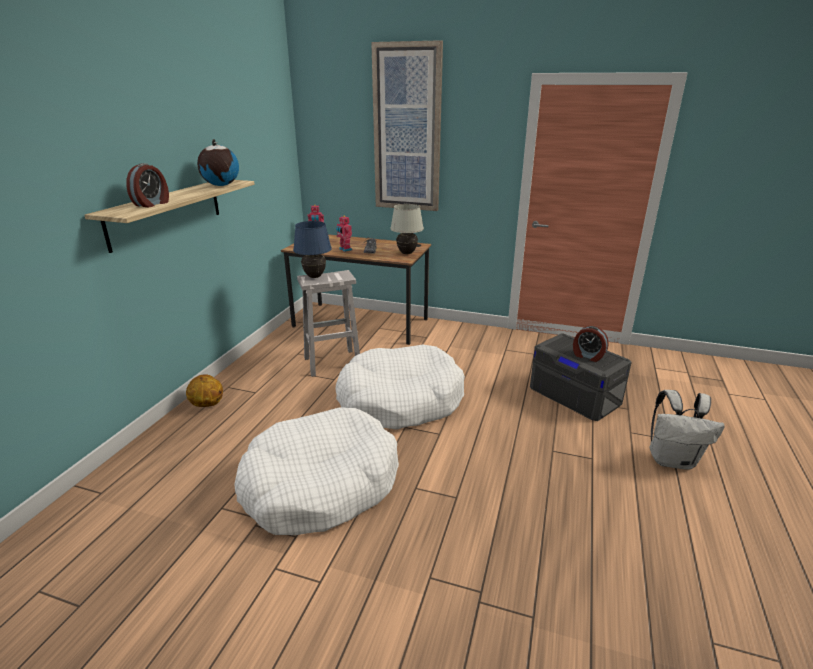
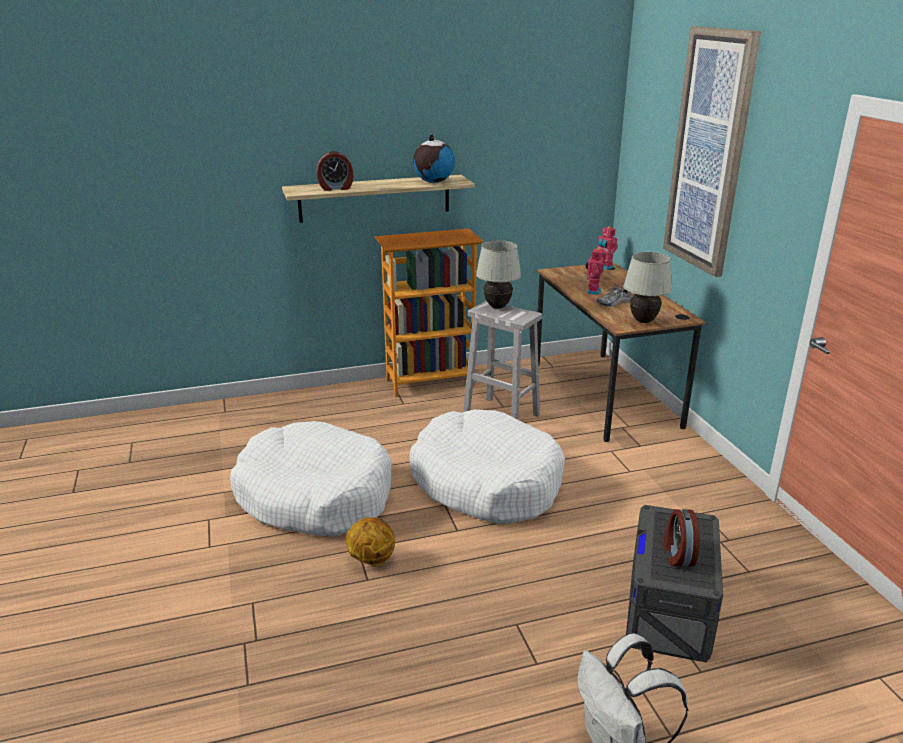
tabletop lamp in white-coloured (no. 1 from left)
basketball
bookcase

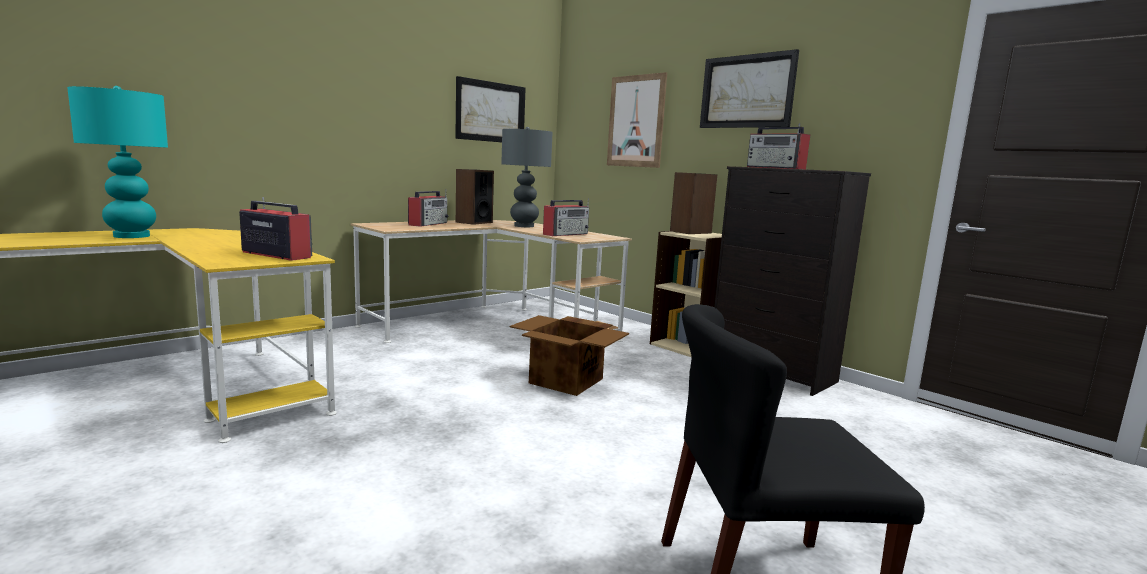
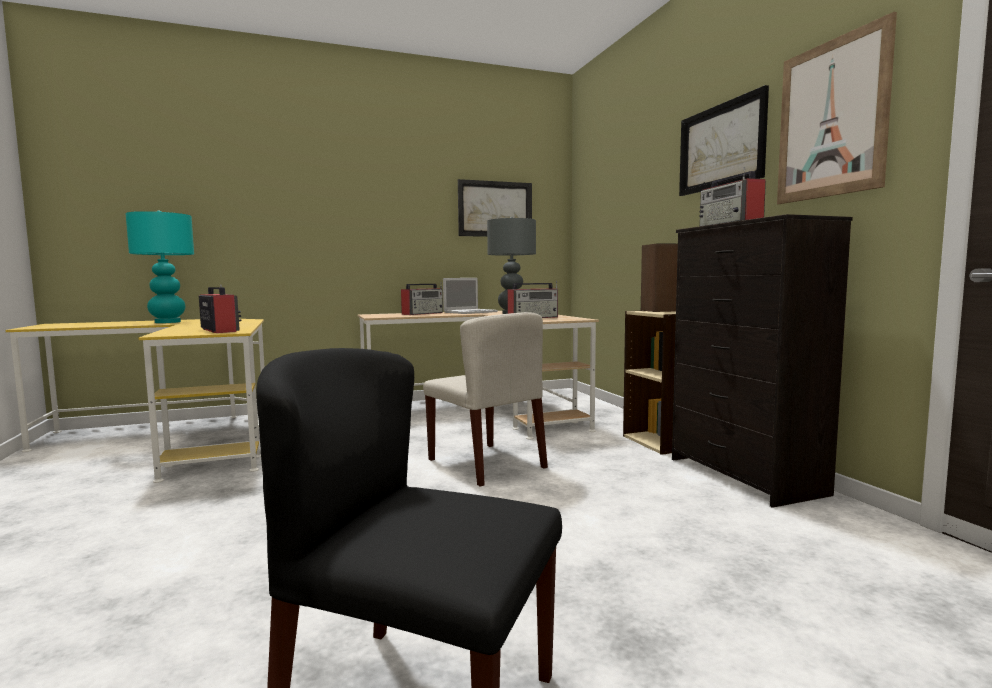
picture (no. 3 from left)
portable computer
plain chair in sand-coloured

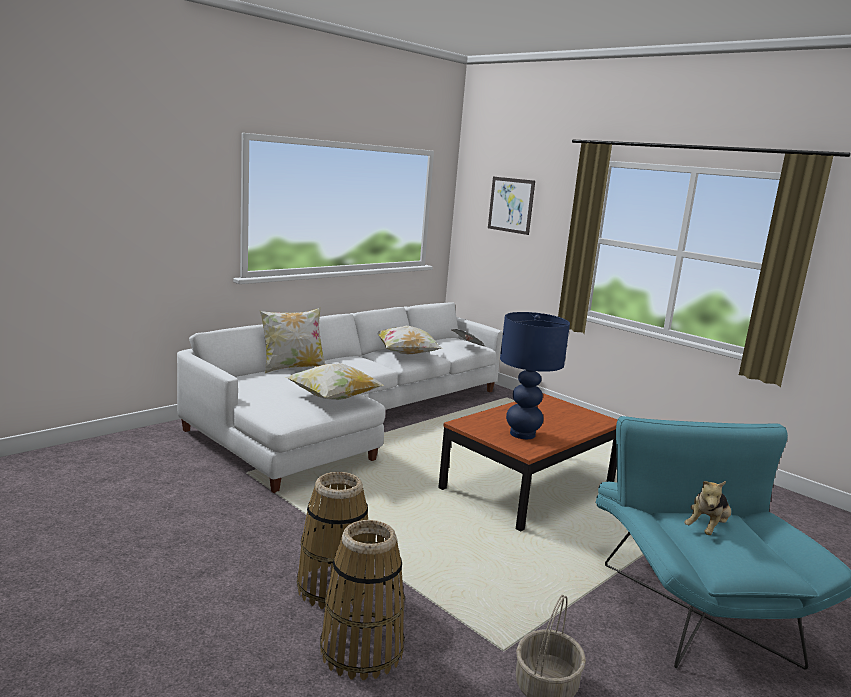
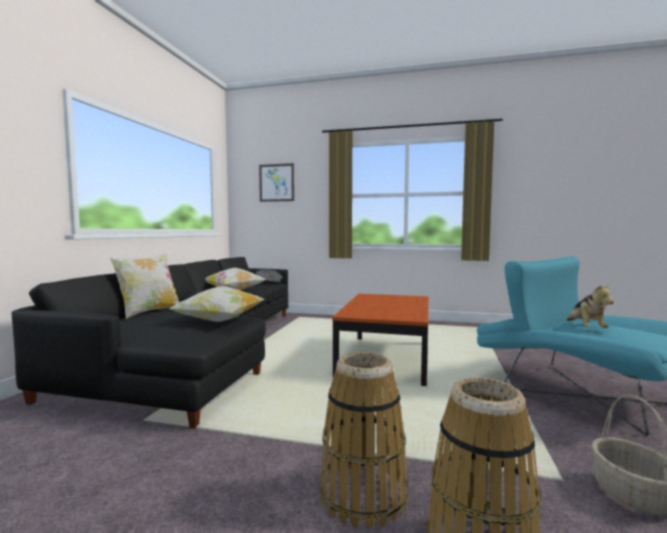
settee in blackish
tabletop lamp in bluish

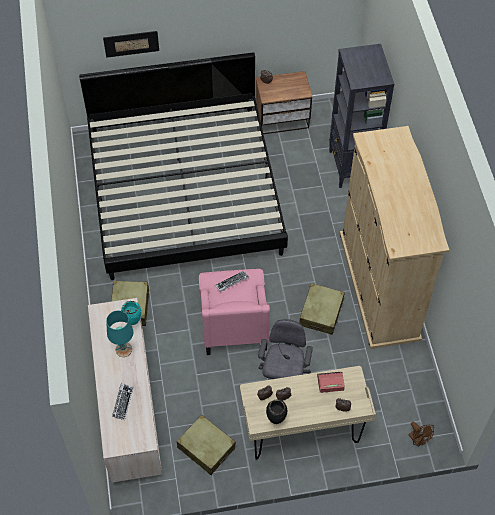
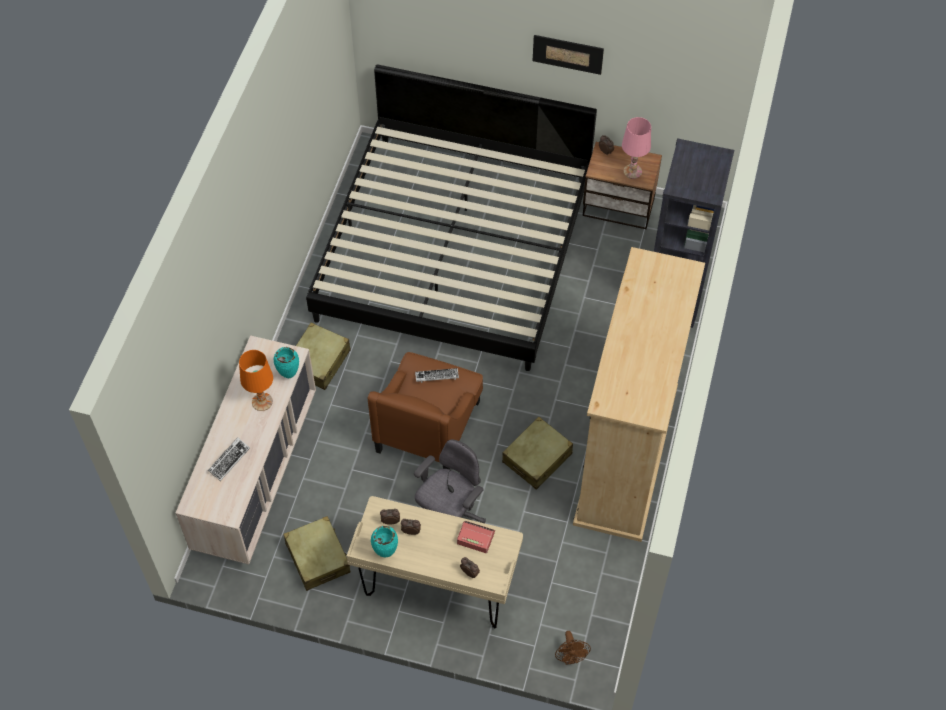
picture
easy chair in brown
tabletop lamp in orange
flower vase in turquoise-coloured (no. 2 from left)
tabletop lamp in pinkish

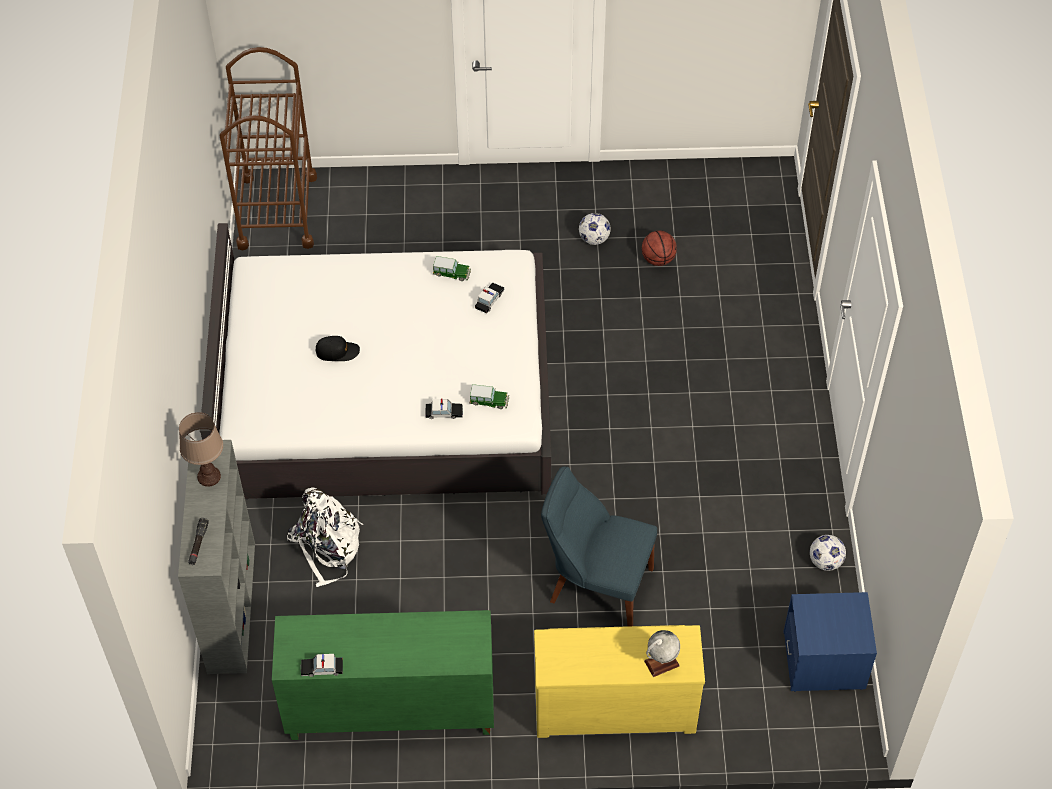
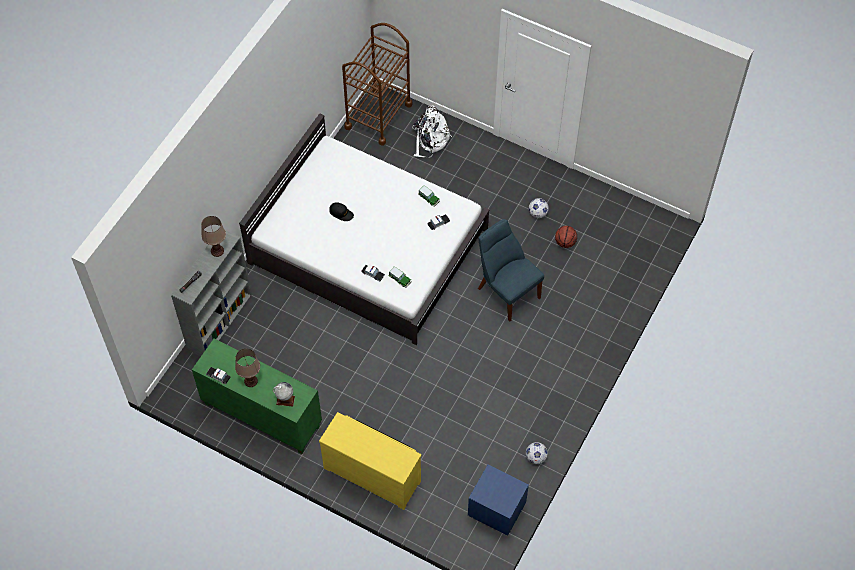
plain chair in bluish
backpack in white-coloured
world globe
tabletop lamp in brown (no. 2 from left)

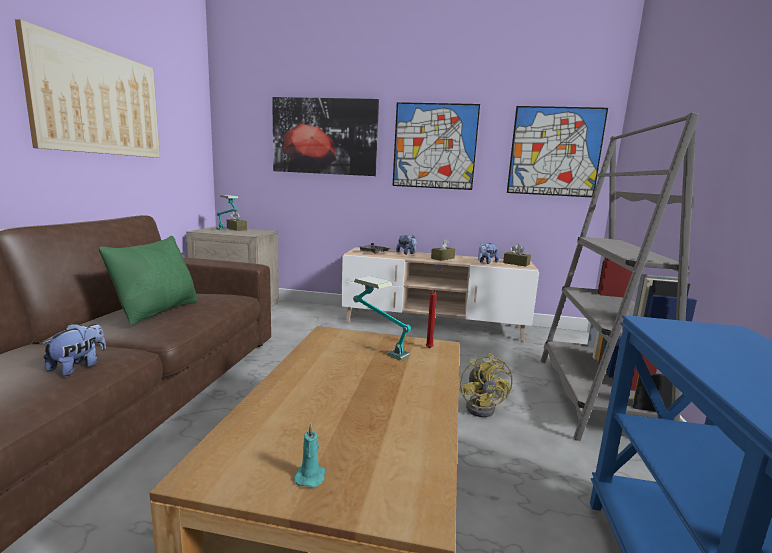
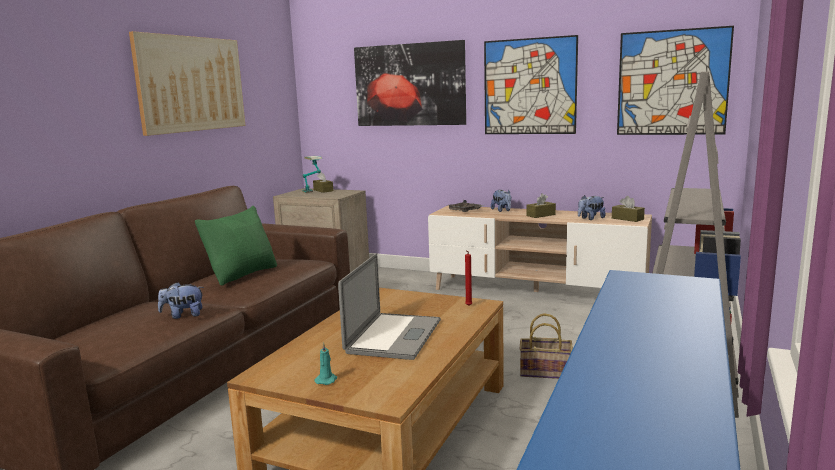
tabletop lamp (no. 2 from left in the first image)
plush toy (no. 1 from left)
basket
portable computer

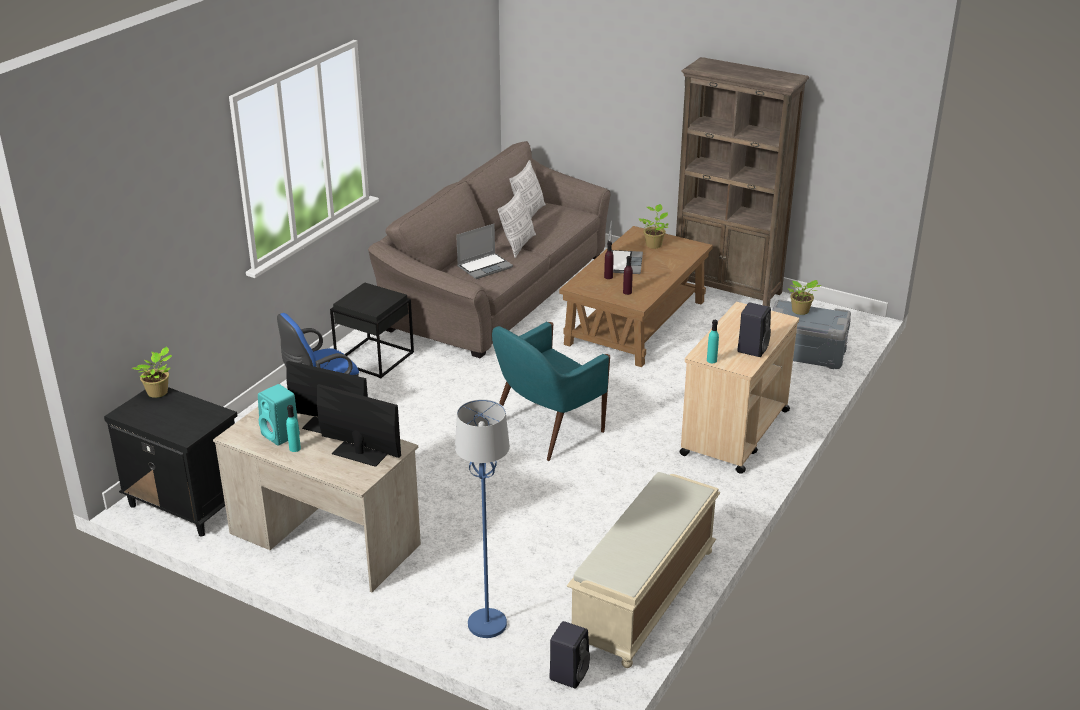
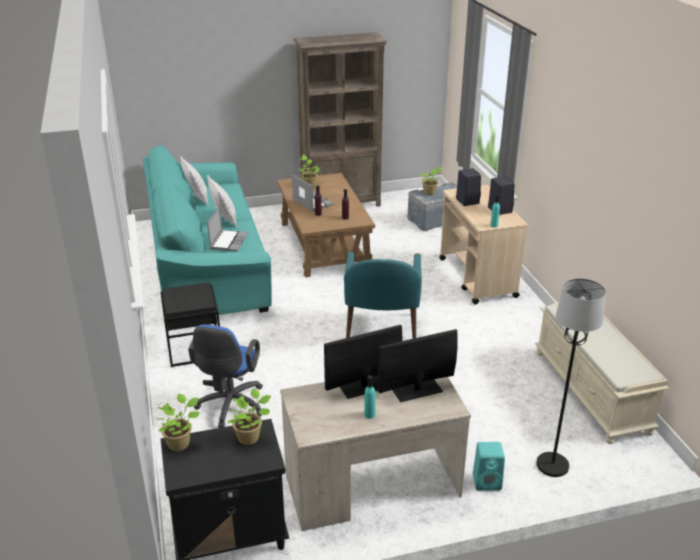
settee in turquoise-coloured
speaker in turquoise-coloured
standard lamp in blackish
speaker in blackish (no. 1 from left)
houseplant (no. 2 from left)

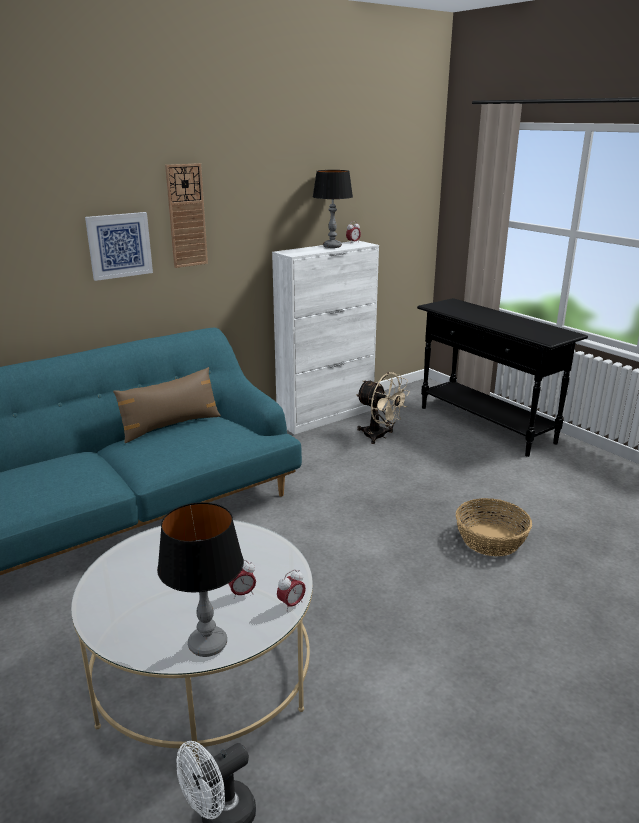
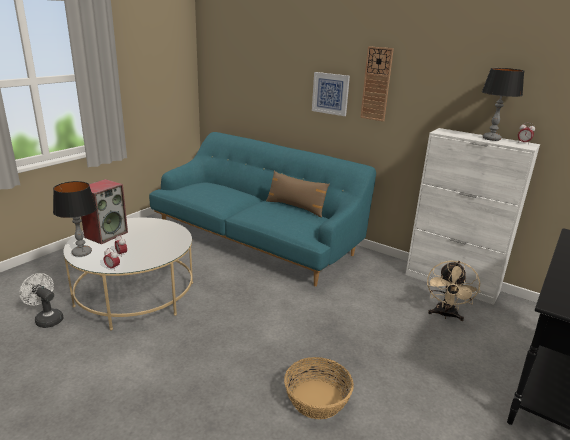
speaker

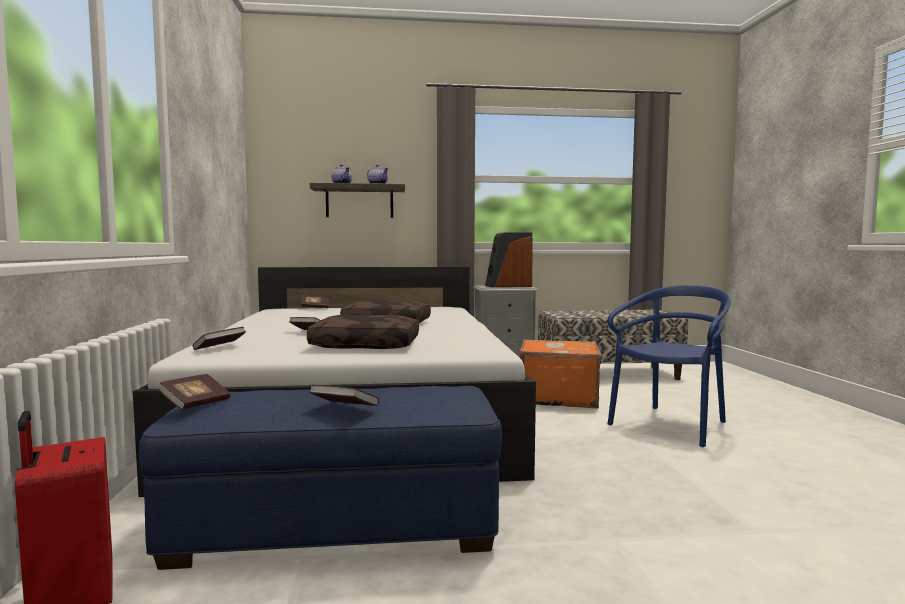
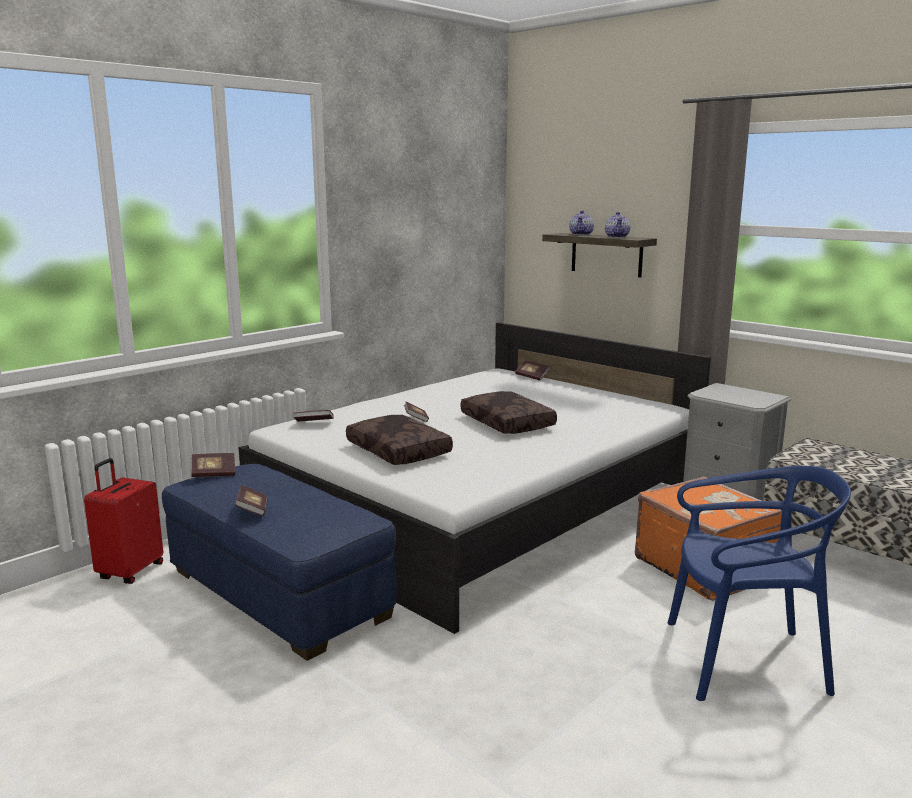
speaker

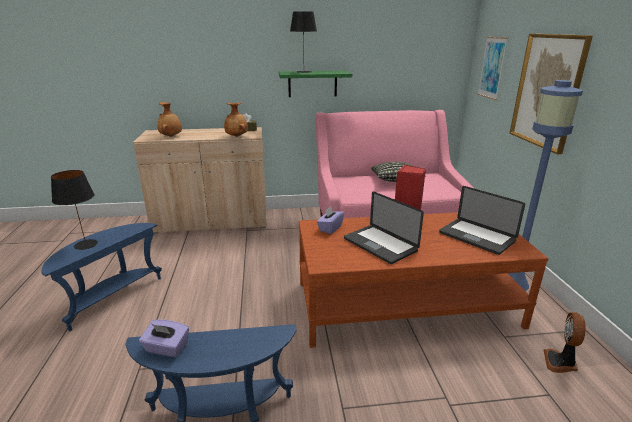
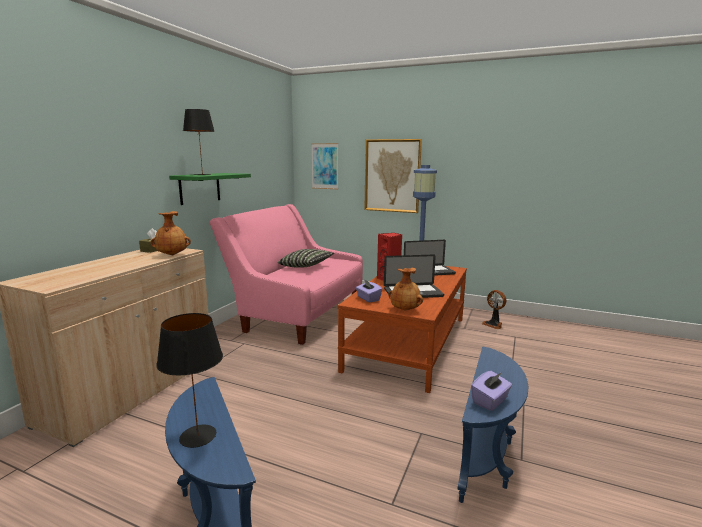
flower vase in brown (no. 2 from left)

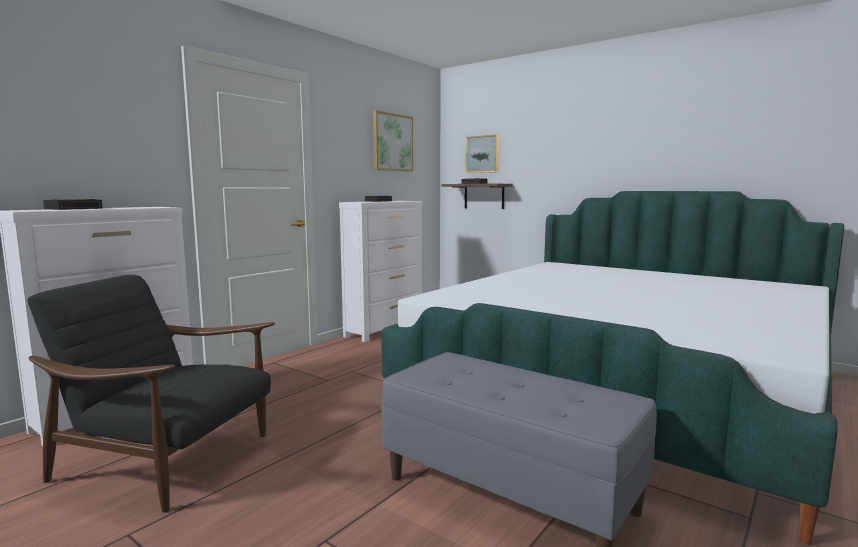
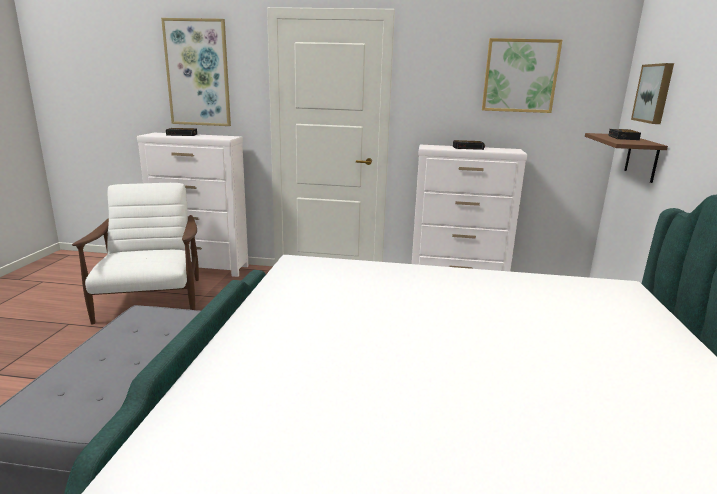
easy chair in white-coloured
picture (no. 1 from left)

